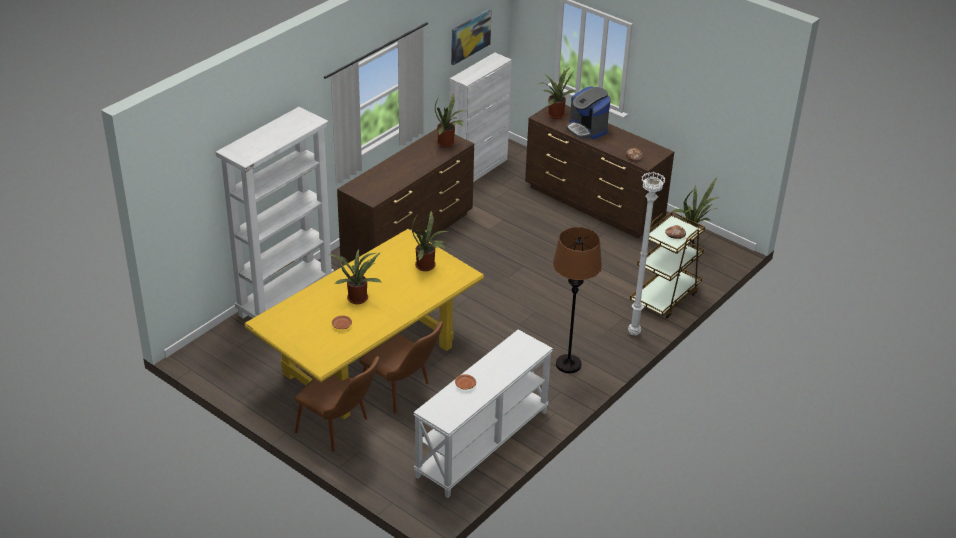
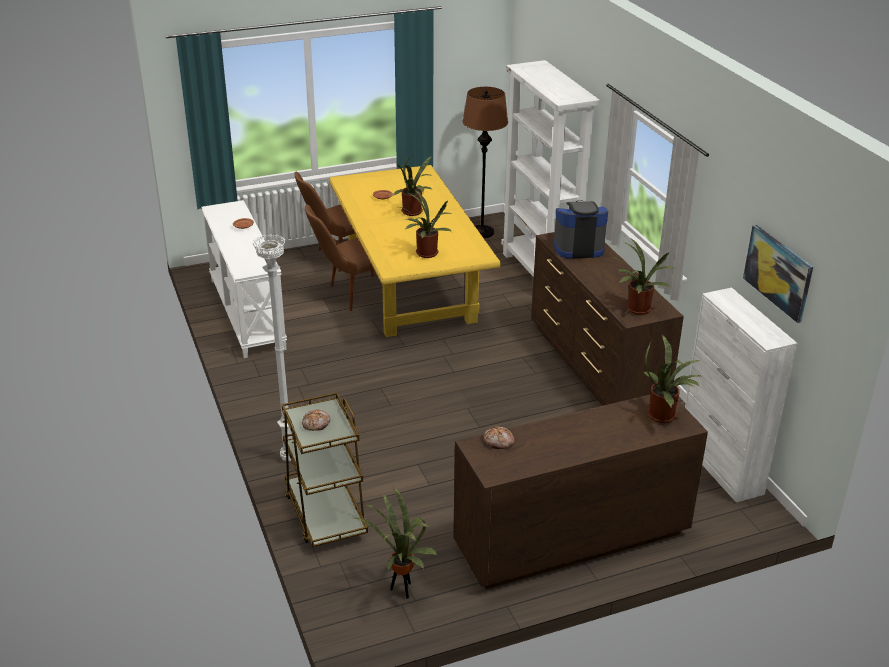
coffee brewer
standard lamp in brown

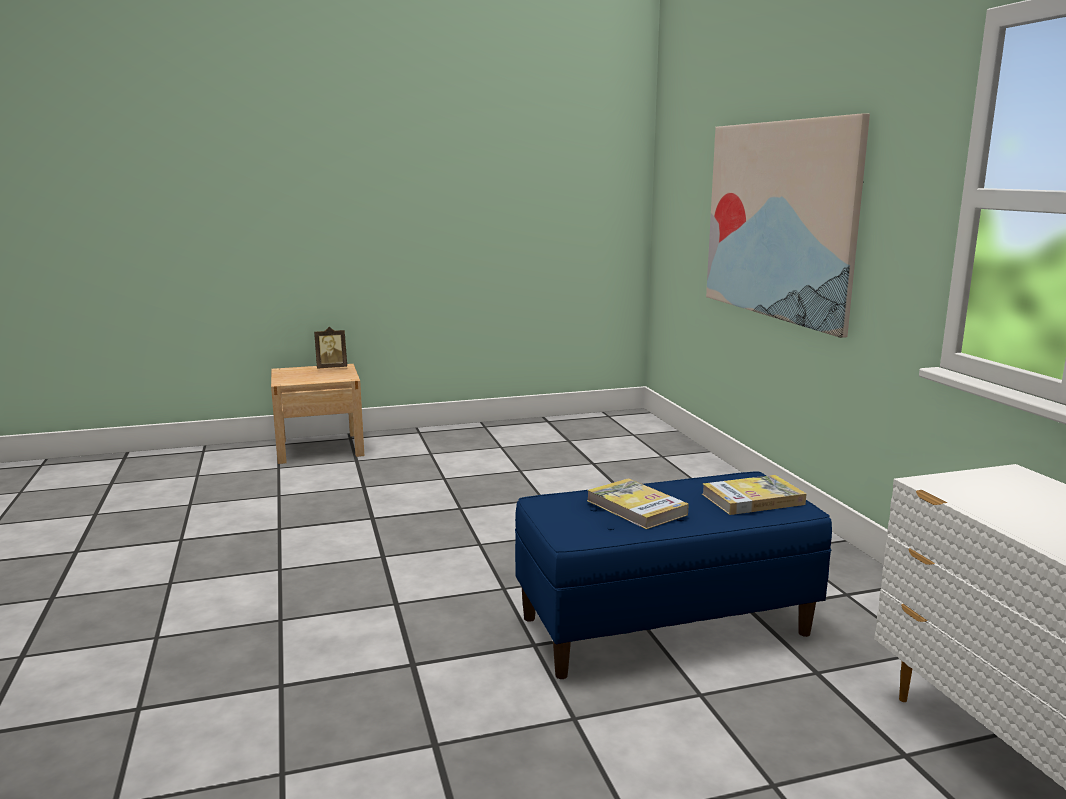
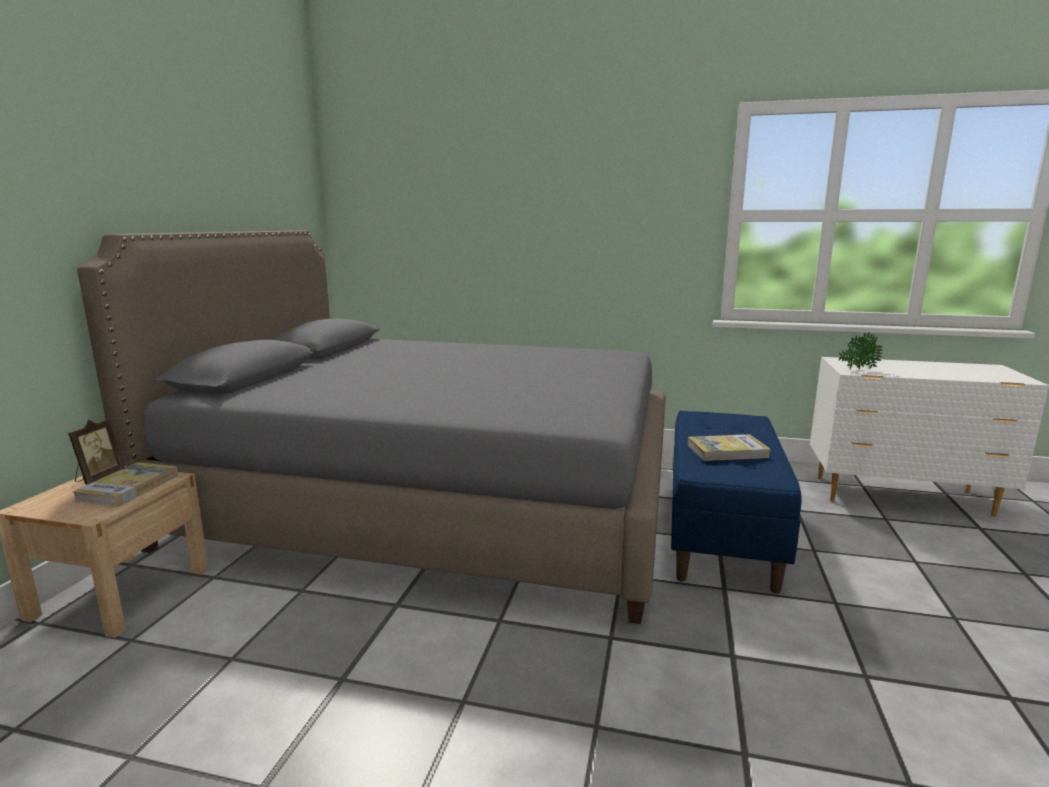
picture
book (no. 1 from left)
bed in gray
houseplant

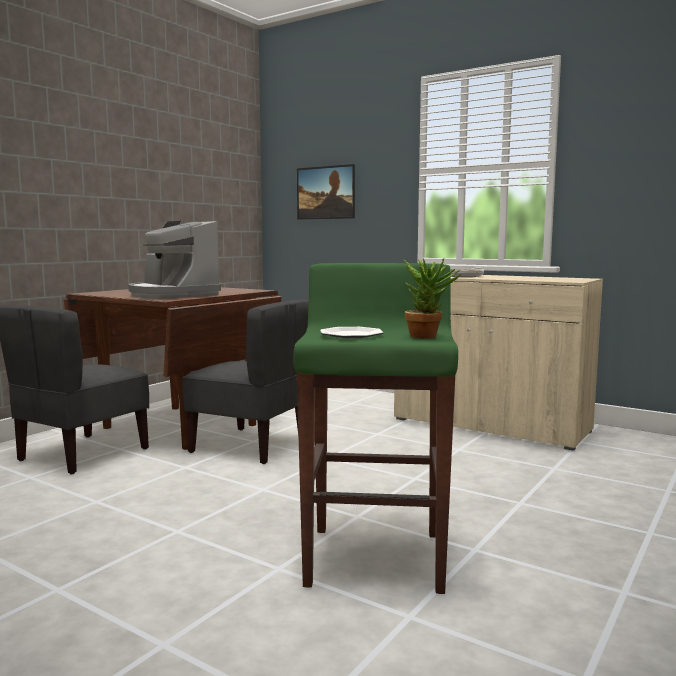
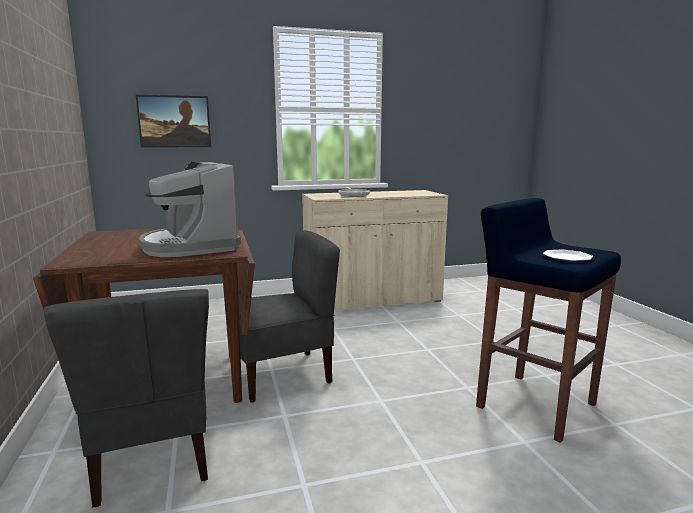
coffee brewer
houseplant
sitting stool in bluish

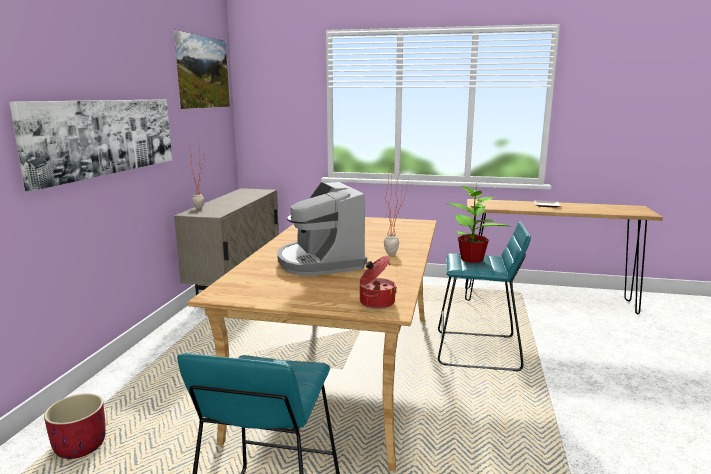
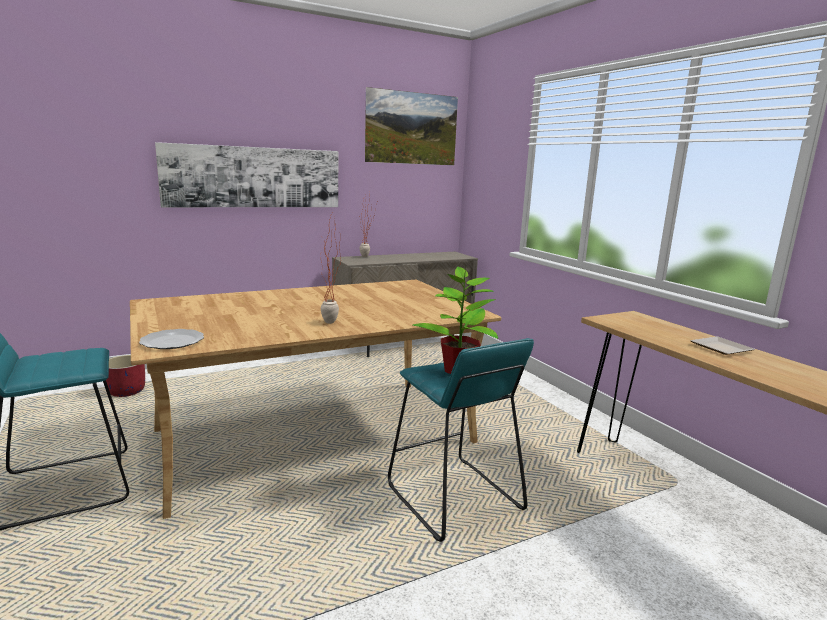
coffee brewer
flat dish (no. 1 from left)

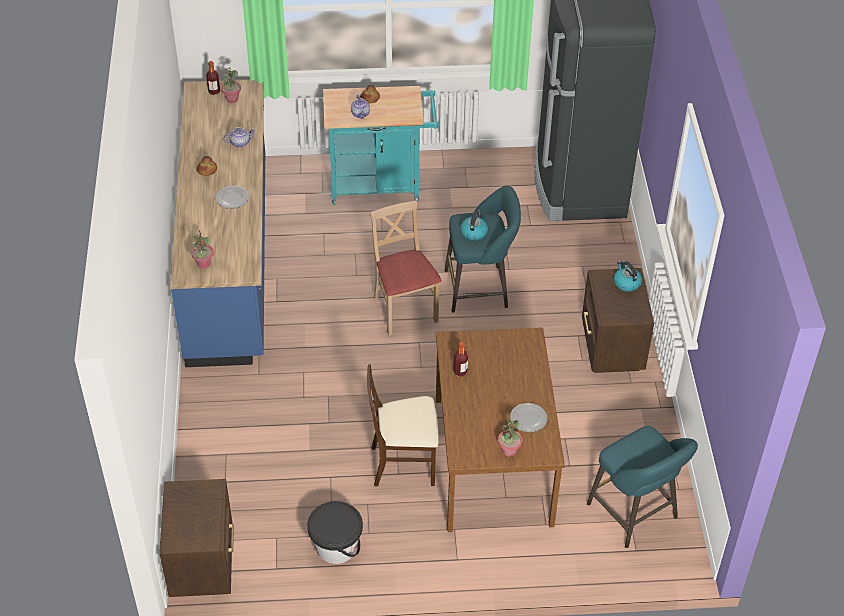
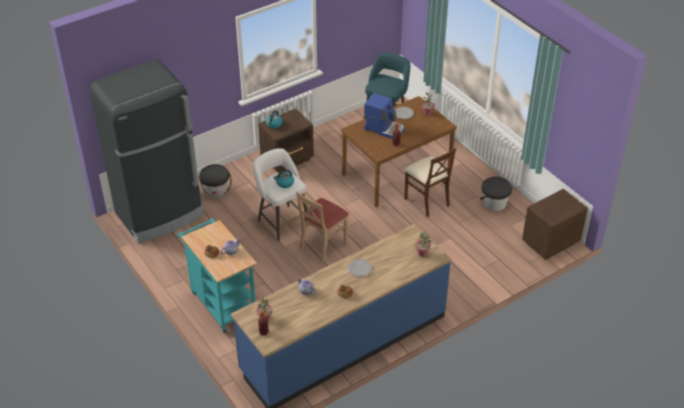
sitting stool in white-coloured
coffee brewer
pail in blackish (no. 1 from left)

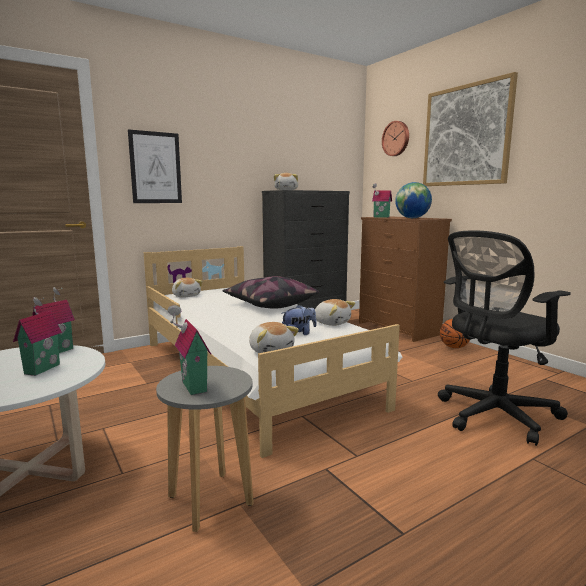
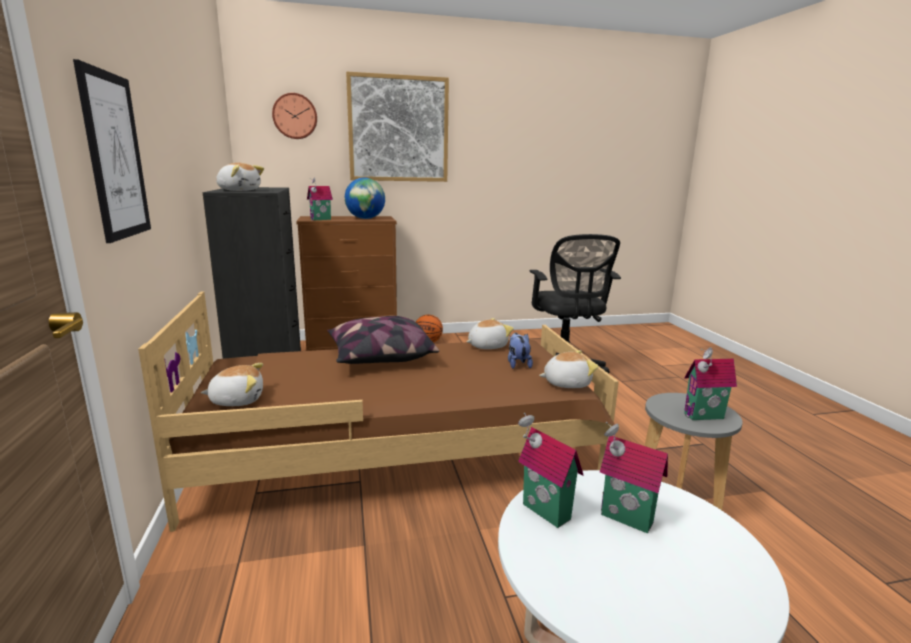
bed in brown

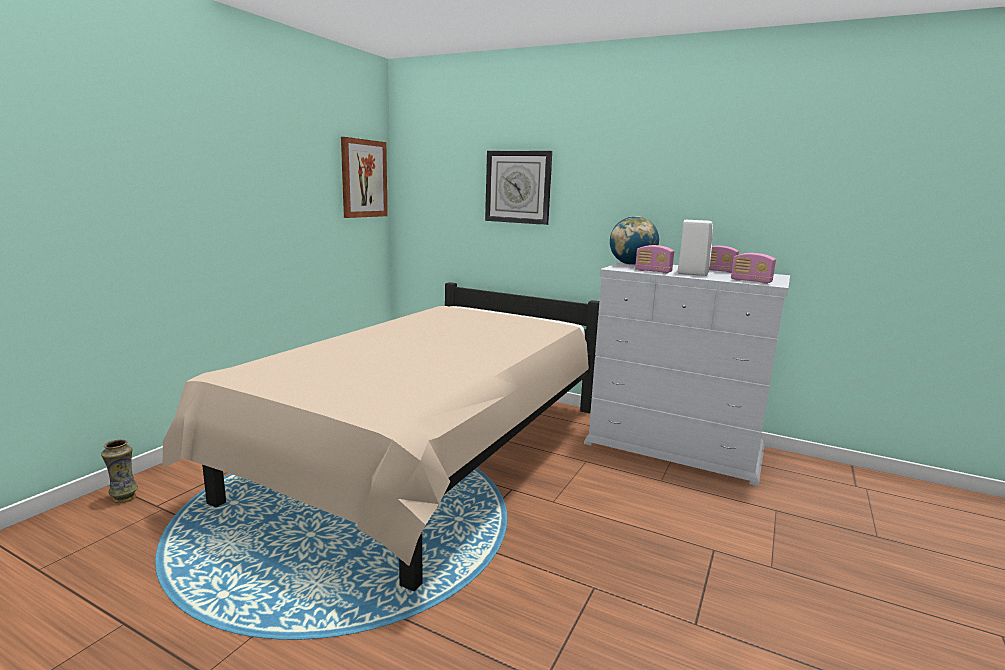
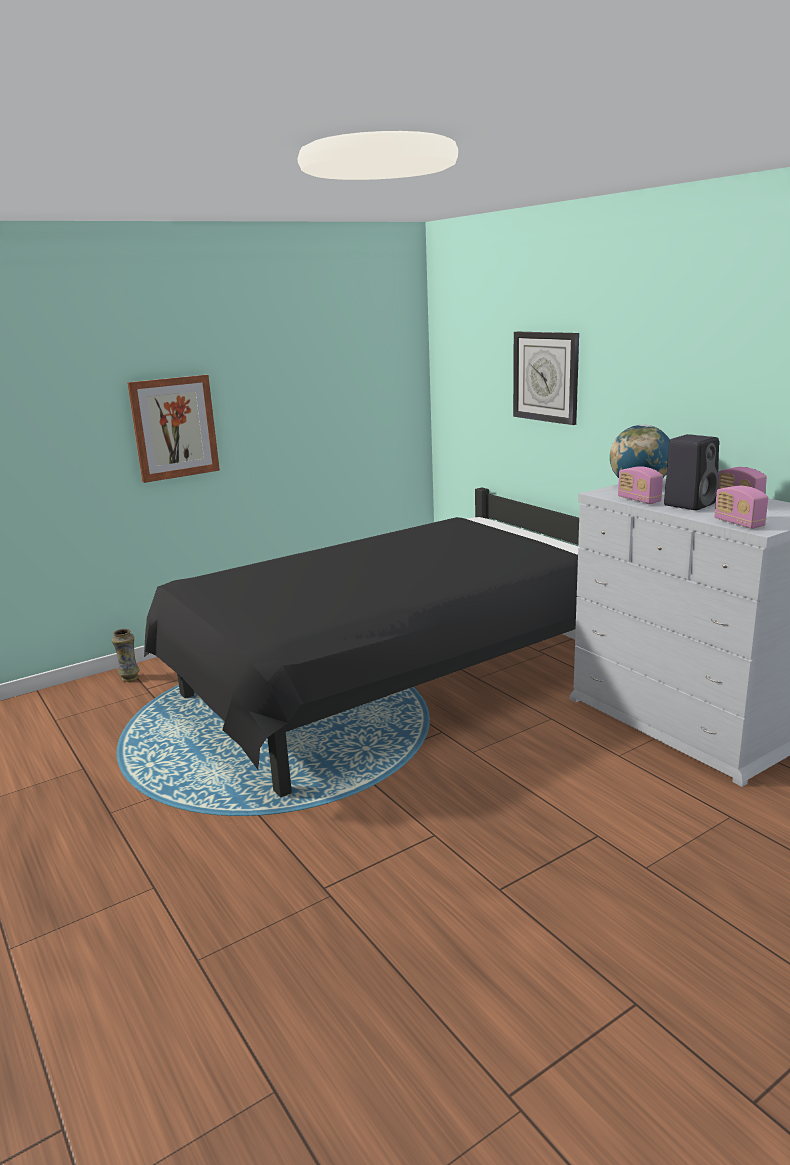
picture
speaker in blackish
bed in blackish

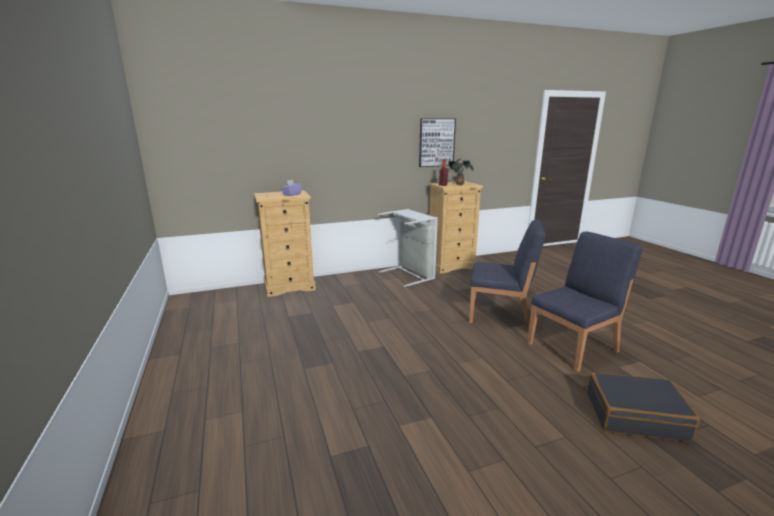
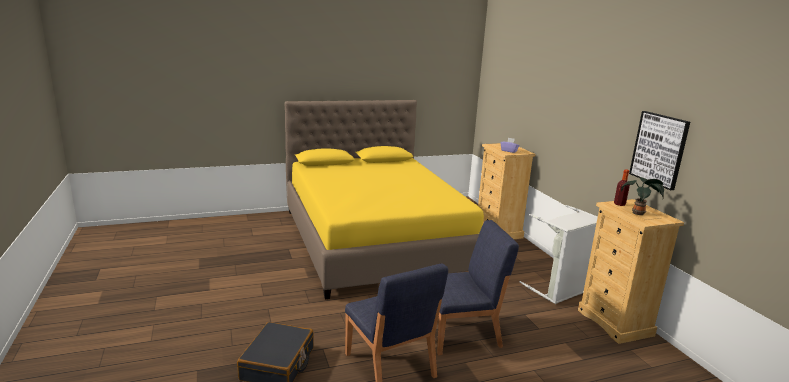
plain chair in bluish (no. 2 from left)
bed in yellowish

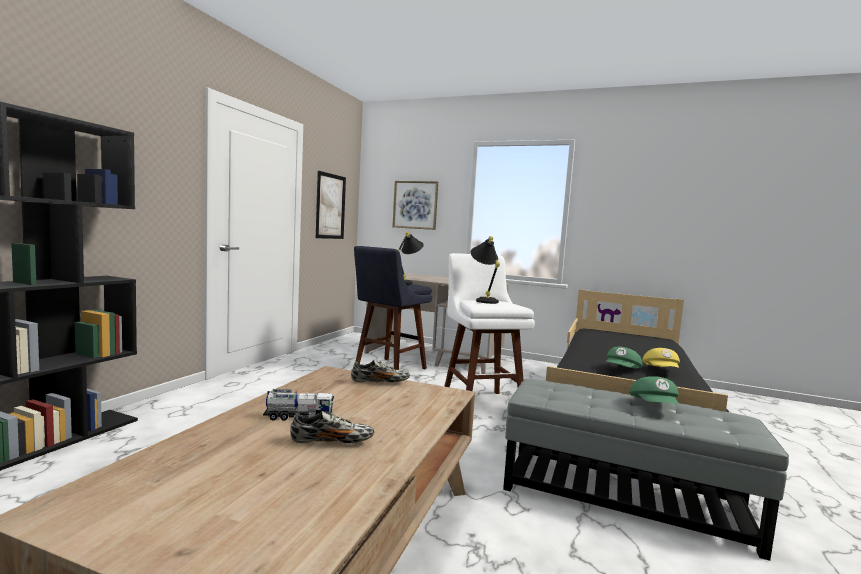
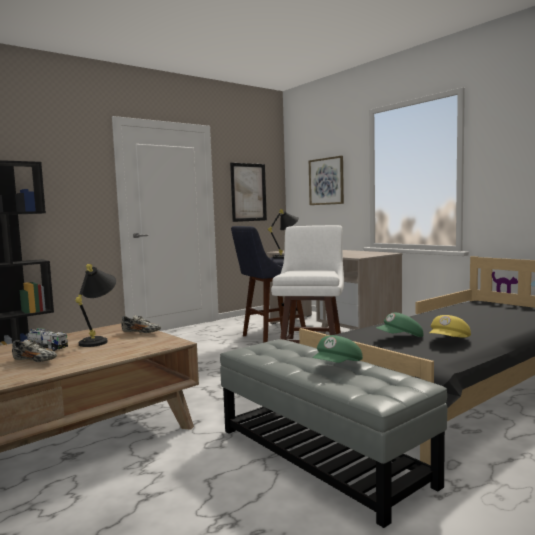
tabletop lamp in blackish (no. 1 from left)

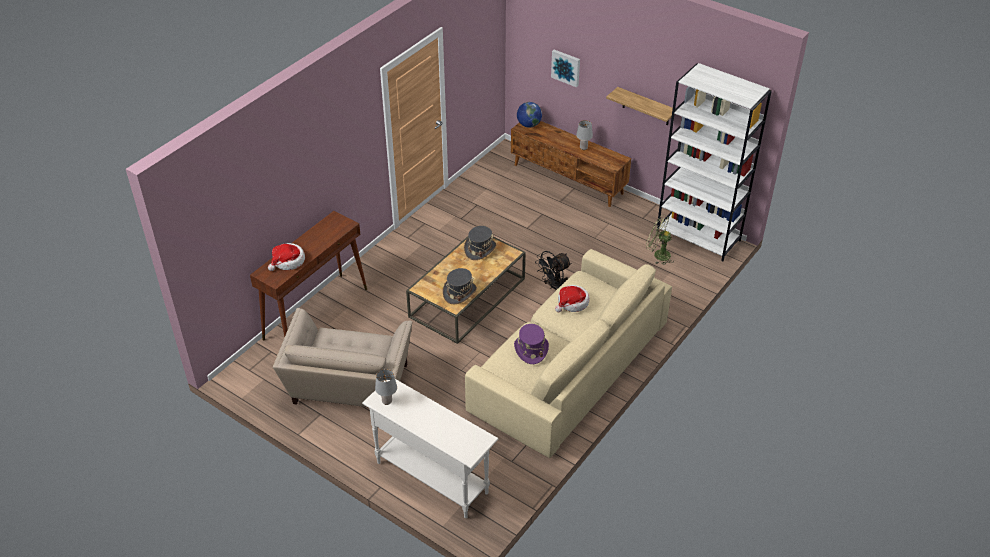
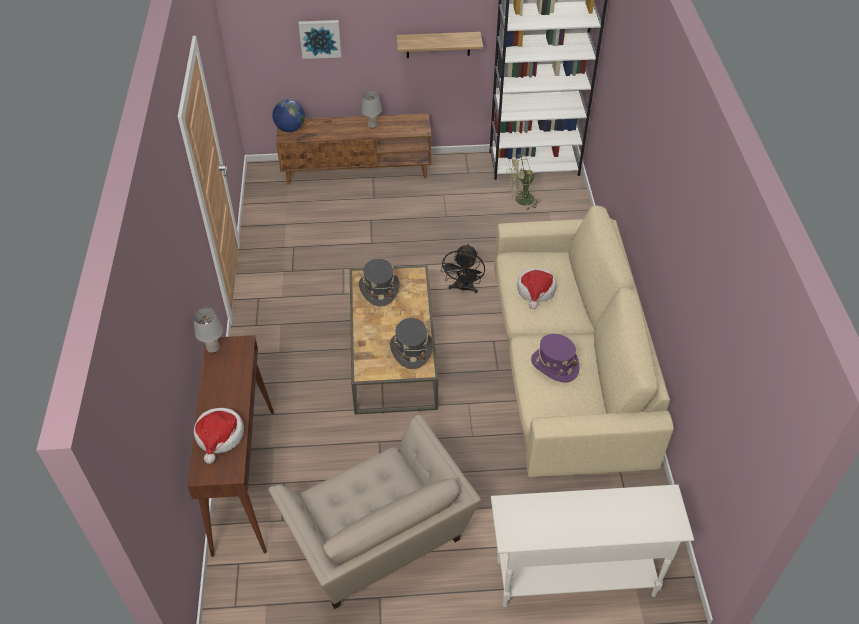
tabletop lamp in gray (no. 1 from left)

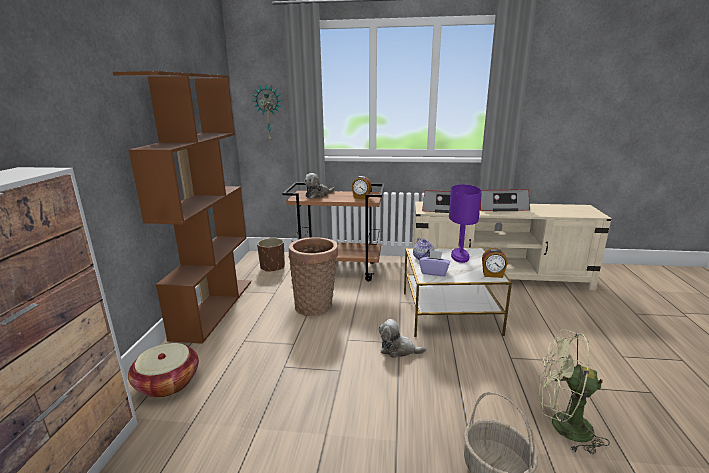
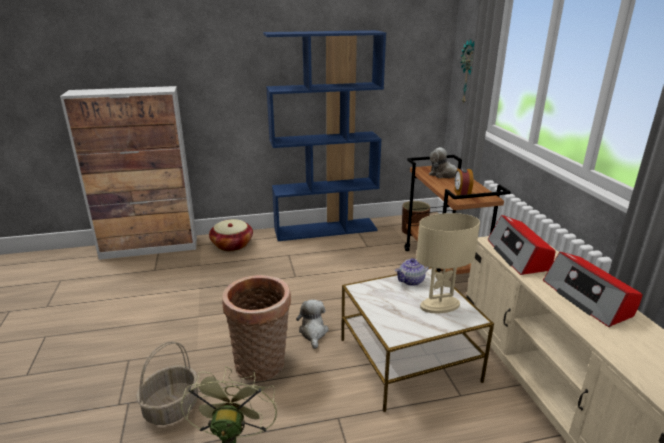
bookcase in bluish
tabletop lamp in sand-coloured
basket (no. 3 from left)
bedside clock (no. 2 from left in the first image)
tissue box in purple

